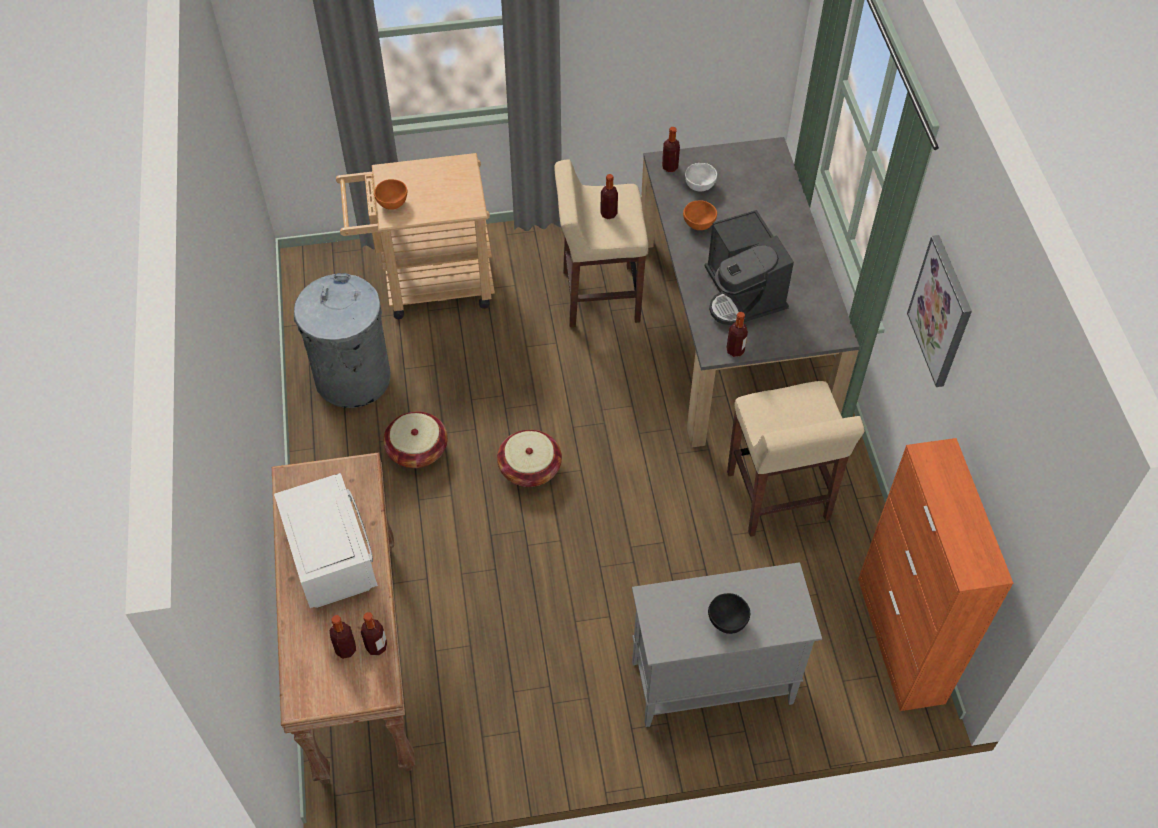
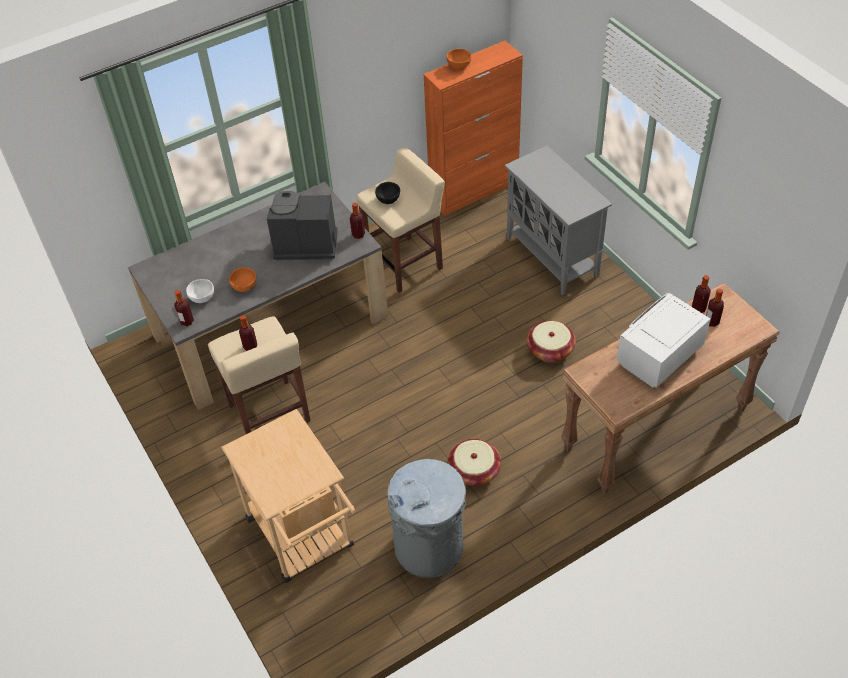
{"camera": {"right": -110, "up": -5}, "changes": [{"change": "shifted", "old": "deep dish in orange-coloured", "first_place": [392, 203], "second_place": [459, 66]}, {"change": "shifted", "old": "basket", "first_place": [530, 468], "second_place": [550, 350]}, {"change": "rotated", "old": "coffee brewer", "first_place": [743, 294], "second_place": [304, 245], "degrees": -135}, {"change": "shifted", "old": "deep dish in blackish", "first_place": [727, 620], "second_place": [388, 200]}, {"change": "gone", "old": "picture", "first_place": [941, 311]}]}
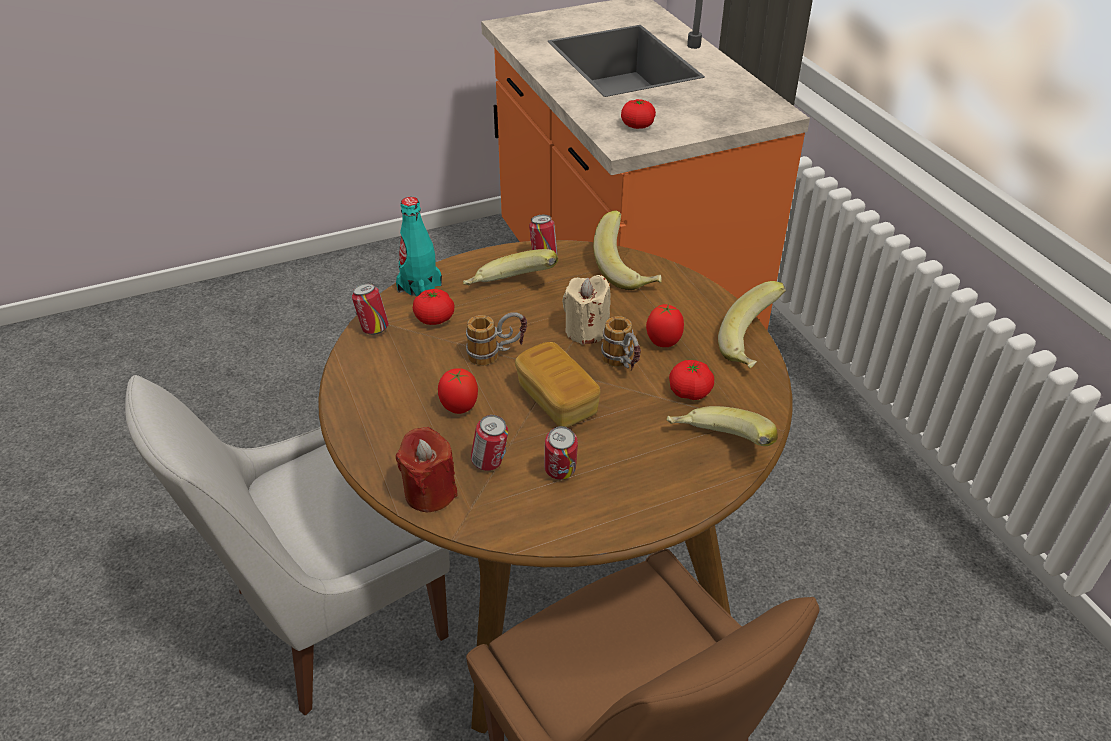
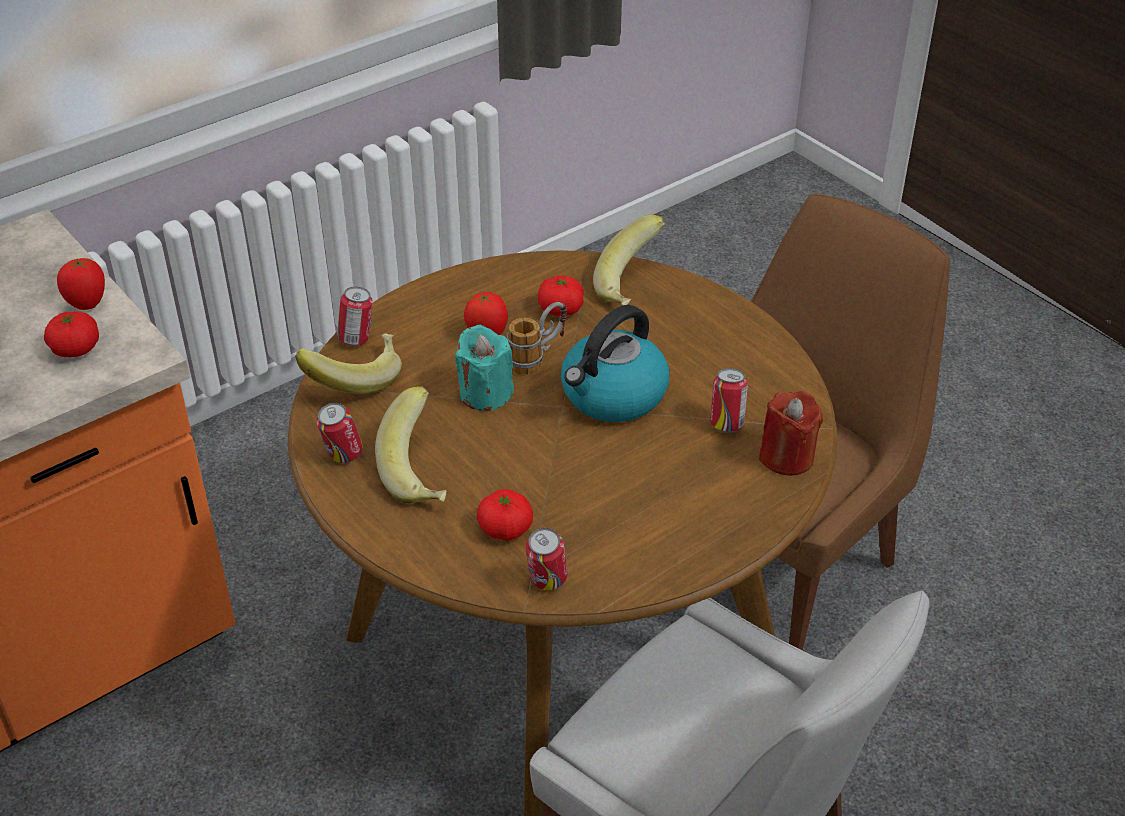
{"camera": {"right": -105, "up": 0}, "changes": [{"change": "gone", "old": "drink bottle in turquoise", "first_place": [419, 287]}, {"change": "shifted", "old": "tomato", "first_place": [459, 408], "second_place": [87, 304]}, {"change": "gone", "old": "coffee mug", "first_place": [497, 355]}, {"change": "swapped", "old": "baked bread", "new": "tea kettle", "first_place": [557, 400], "second_place": [613, 396]}, {"change": "shifted", "old": "metal can", "first_place": [560, 473], "second_place": [357, 340]}, {"change": "repainted", "old": "wax candle in beige-coloured", "new": "wax candle in turquoise", "first_place": [586, 330], "second_place": [485, 394]}, {"change": "gone", "old": "whole banana", "first_place": [753, 346]}]}
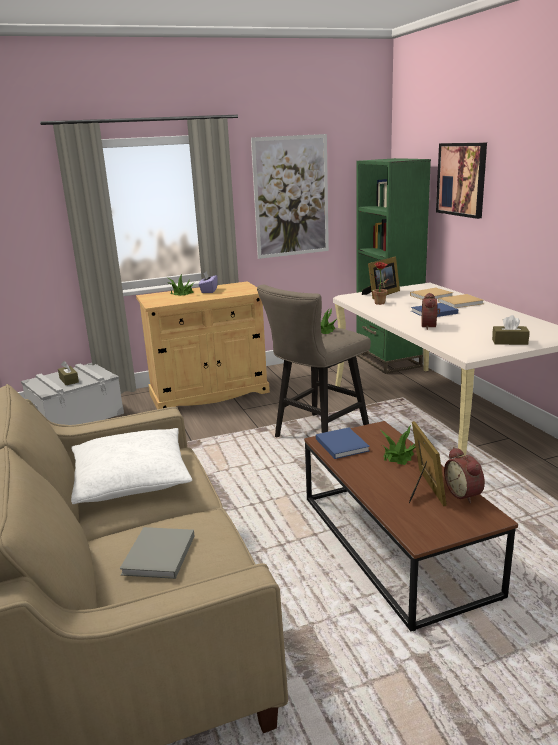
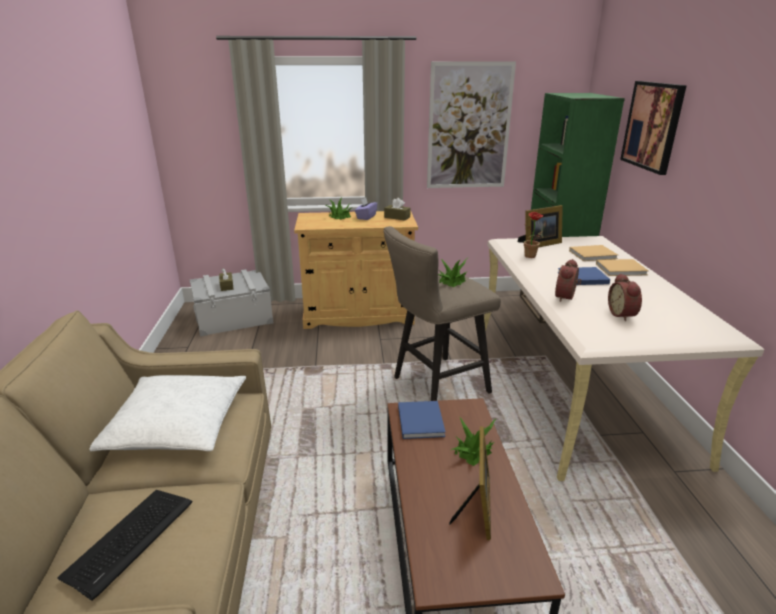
{"camera": {"right": 15, "up": 5}, "changes": [{"change": "swapped", "old": "bound book in greyish", "new": "keyboard", "first_place": [158, 556], "second_place": [130, 540]}, {"change": "shifted", "old": "alarm clock", "first_place": [464, 493], "second_place": [623, 314]}, {"change": "shifted", "old": "tissue holder in brown", "first_place": [509, 342], "second_place": [397, 217]}]}
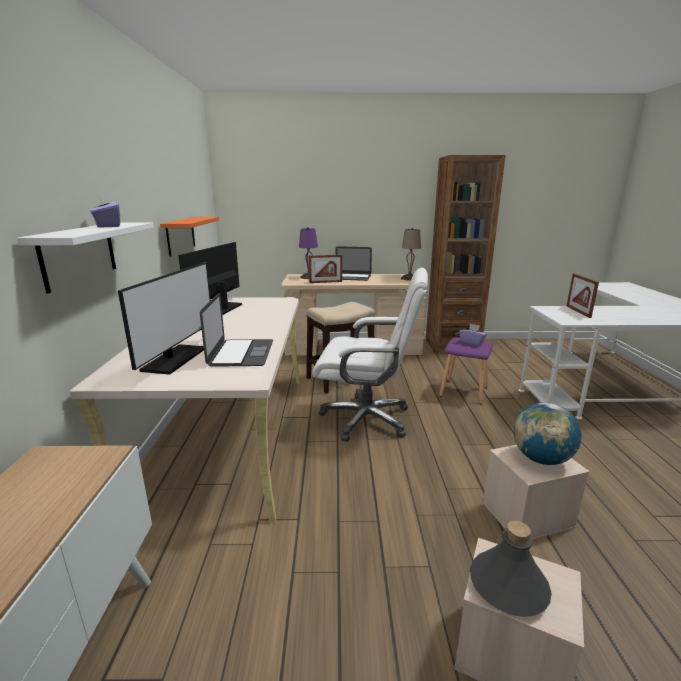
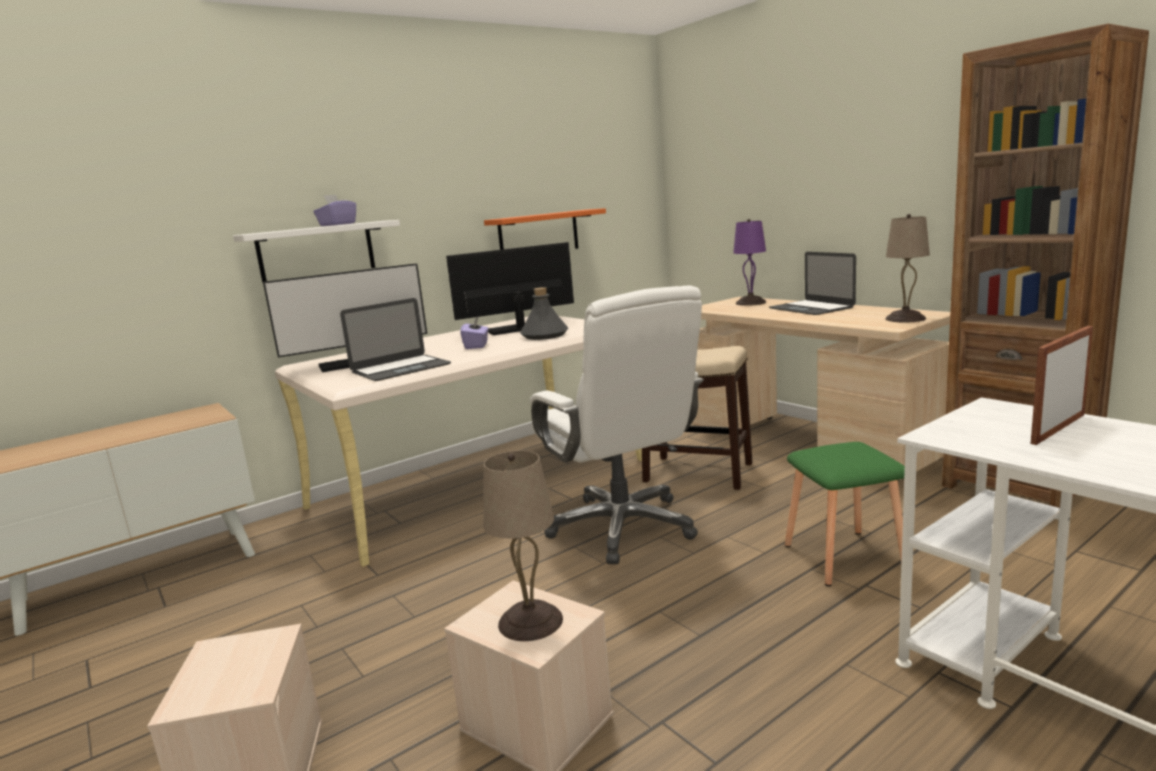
{"camera": {"right": 55, "up": -5}, "changes": [{"change": "gone", "old": "standing frame", "first_place": [325, 282]}, {"change": "repainted", "old": "stool in purple", "new": "stool in greenish", "first_place": [463, 391], "second_place": [845, 556]}, {"change": "shifted", "old": "tissue holder in purple", "first_place": [472, 342], "second_place": [477, 346]}, {"change": "shifted", "old": "drink bottle in greyish", "first_place": [507, 587], "second_place": [544, 335]}, {"change": "swapped", "old": "globe", "new": "lamp for a table in beige-coloured", "first_place": [541, 459], "second_place": [529, 621]}]}
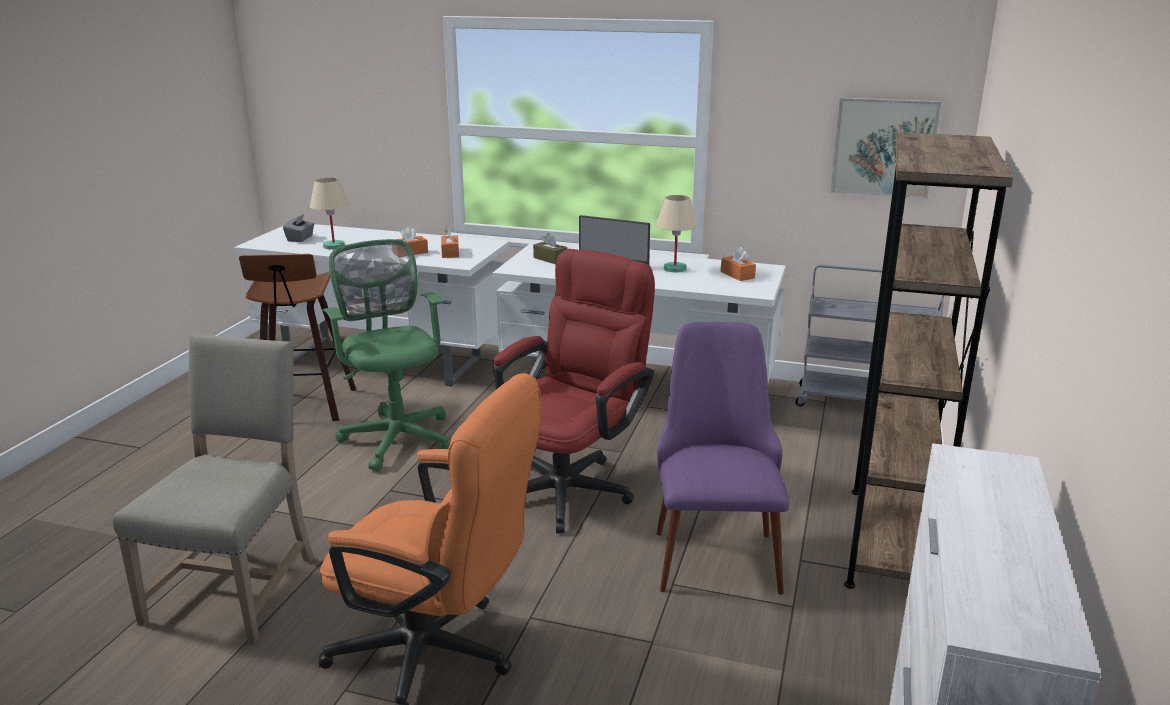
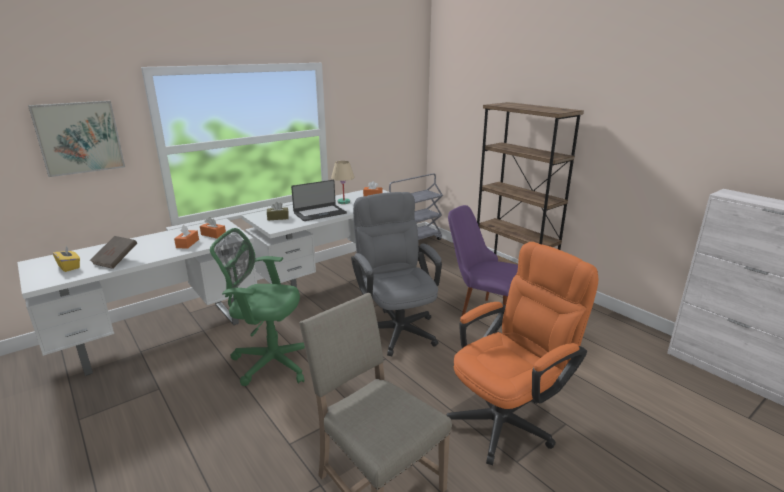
{"camera": {"right": -55, "up": 0}, "changes": [{"change": "gone", "old": "stool", "first_place": [305, 407]}, {"change": "repainted", "old": "tissue holder in greyish", "new": "tissue holder in yellowish", "first_place": [300, 238], "second_place": [69, 267]}, {"change": "swapped", "old": "lamp for a table in beige-coloured", "new": "bound book in brown", "first_place": [333, 246], "second_place": [116, 260]}, {"change": "repainted", "old": "office chair in reddish", "new": "office chair in greyish", "first_place": [571, 486], "second_place": [396, 327]}, {"change": "shifted", "old": "picture", "first_place": [884, 147], "second_place": [79, 138]}]}
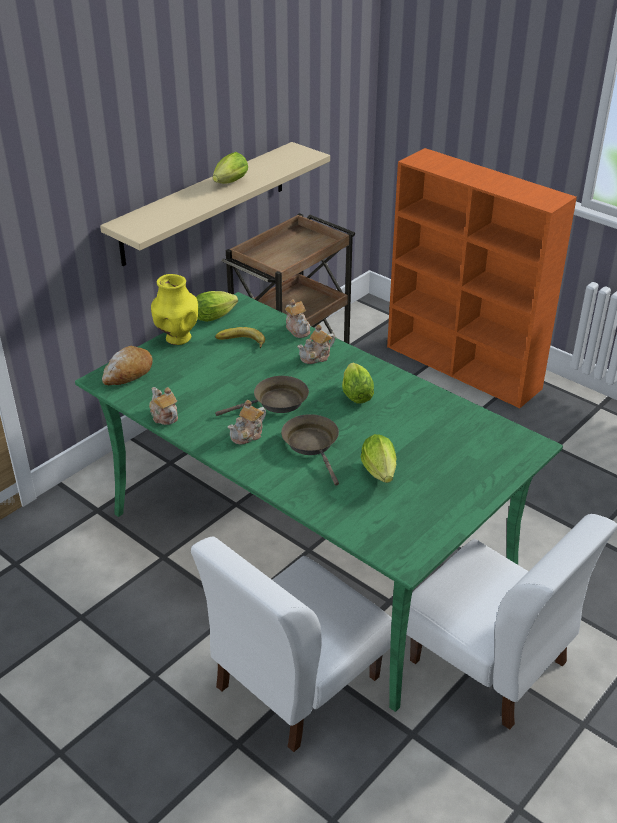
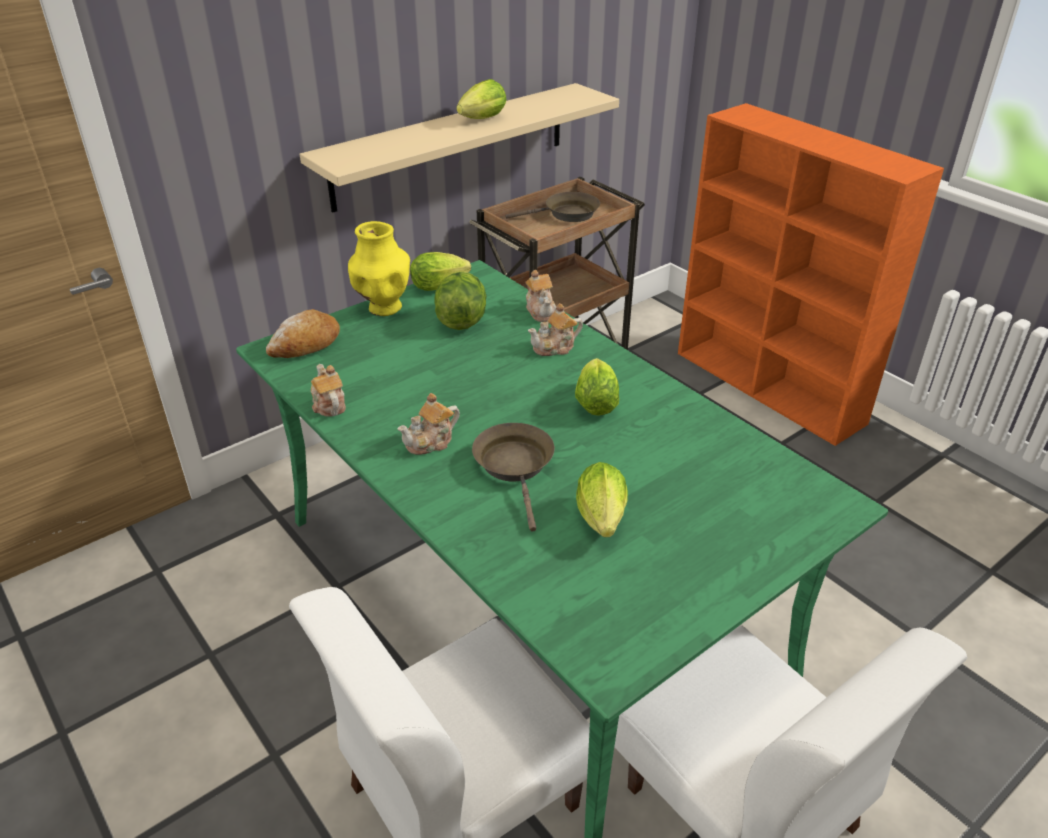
{"camera": {"right": 10, "up": 0}, "changes": [{"change": "swapped", "old": "whole banana", "new": "lettuce", "first_place": [240, 343], "second_place": [461, 321]}, {"change": "shifted", "old": "frying pan in brown", "first_place": [276, 402], "second_place": [567, 214]}]}
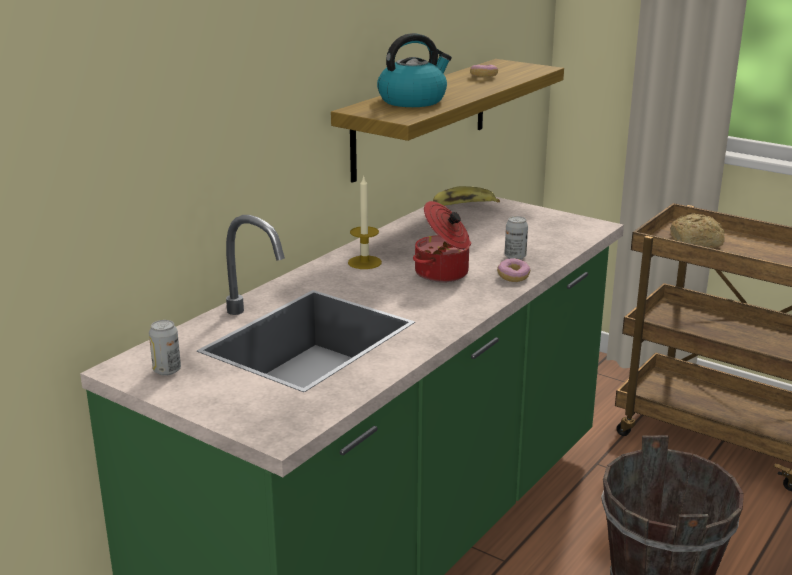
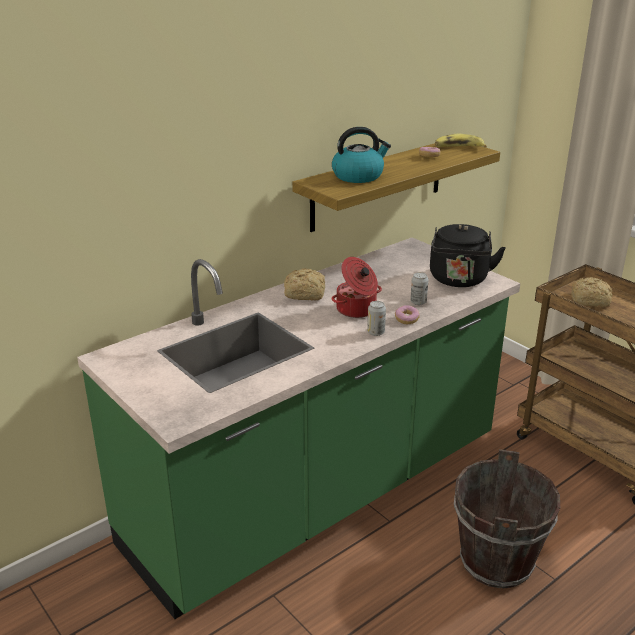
{"camera": {"right": 15, "up": 5}, "changes": [{"change": "shifted", "old": "metal can", "first_place": [167, 370], "second_place": [376, 332]}, {"change": "swapped", "old": "wax candle", "new": "baked bread", "first_place": [364, 262], "second_place": [306, 294]}, {"change": "shifted", "old": "whole banana", "first_place": [463, 206], "second_place": [458, 148]}, {"change": "new", "new": "tea kettle in blackish", "second_place": [459, 280]}]}
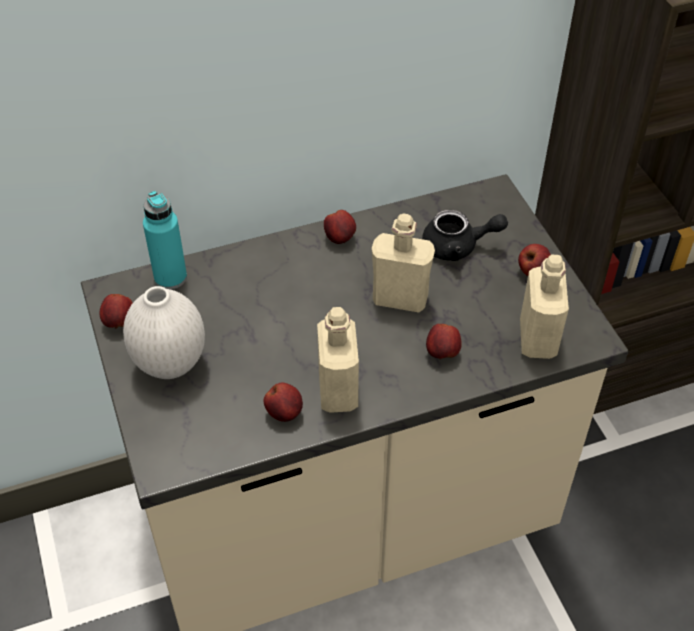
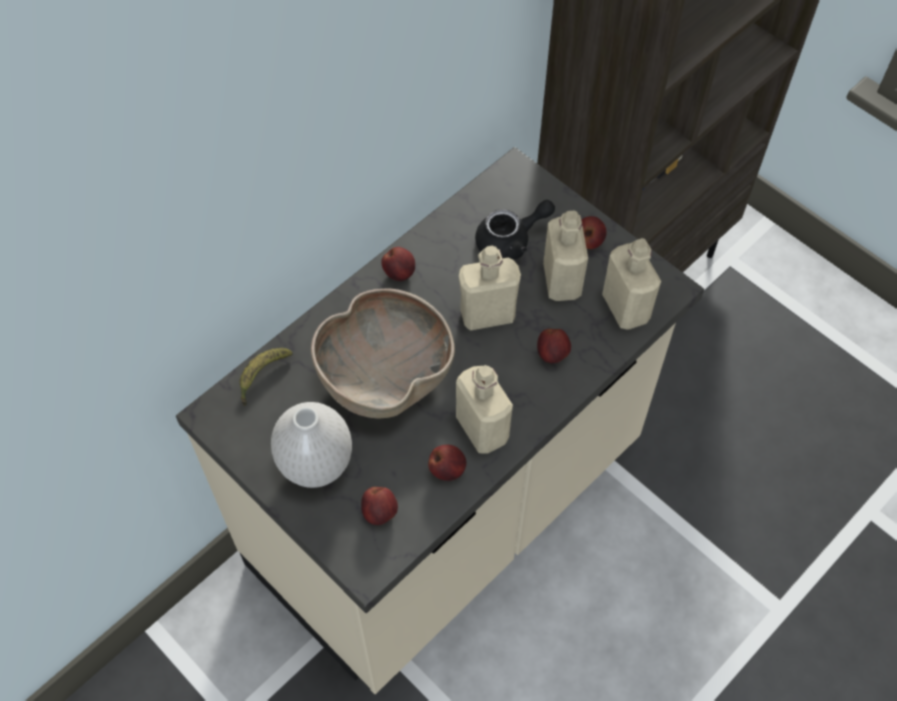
{"camera": {"right": -25, "up": 10}, "changes": [{"change": "shifted", "old": "apple", "first_place": [120, 323], "second_place": [380, 513]}, {"change": "swapped", "old": "drink bottle in turquoise", "new": "whole banana", "first_place": [170, 277], "second_place": [262, 376]}, {"change": "new", "new": "deep dish in brown", "second_place": [384, 375]}, {"change": "new", "new": "drink bottle in beige-coloured", "second_place": [561, 281]}]}
